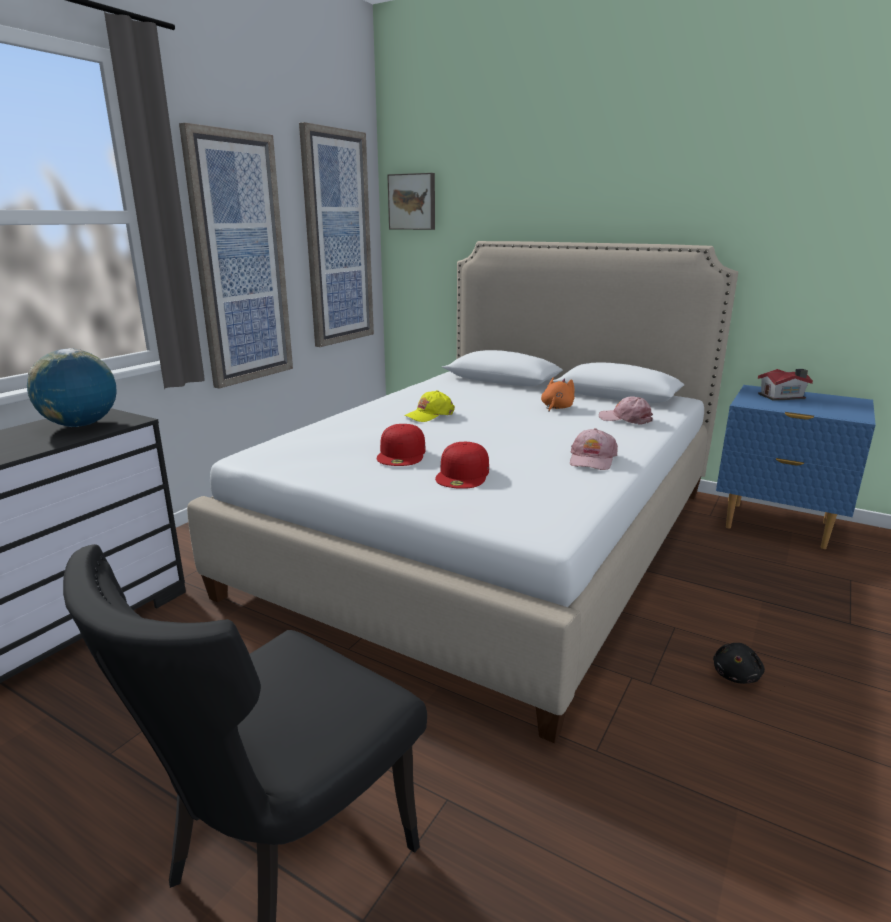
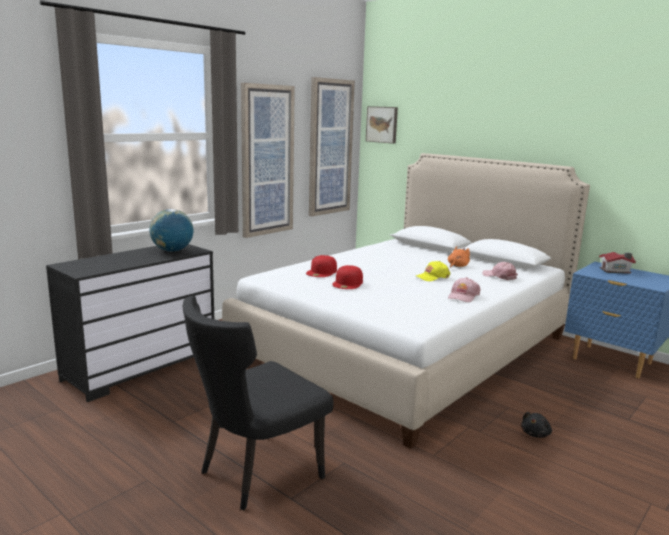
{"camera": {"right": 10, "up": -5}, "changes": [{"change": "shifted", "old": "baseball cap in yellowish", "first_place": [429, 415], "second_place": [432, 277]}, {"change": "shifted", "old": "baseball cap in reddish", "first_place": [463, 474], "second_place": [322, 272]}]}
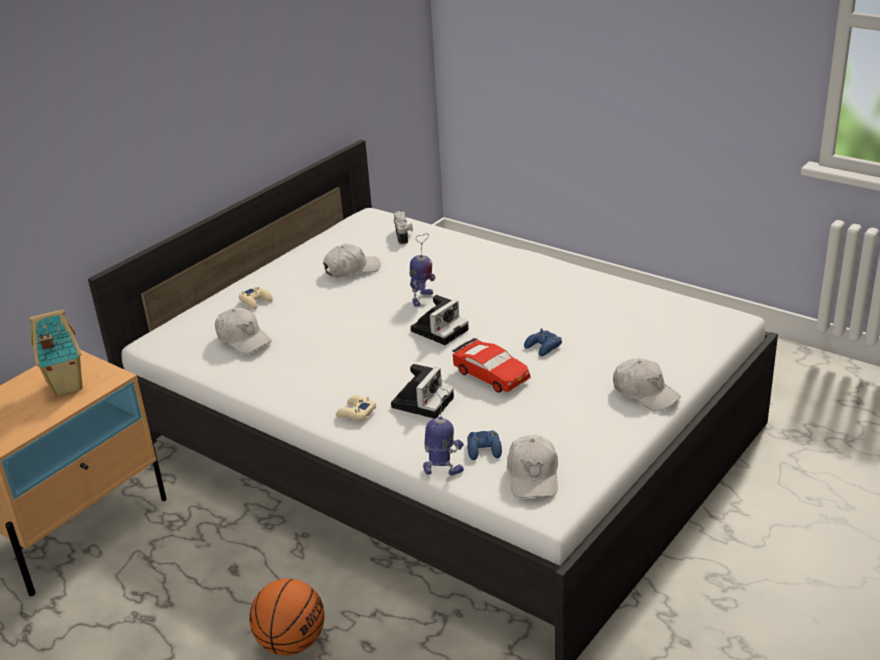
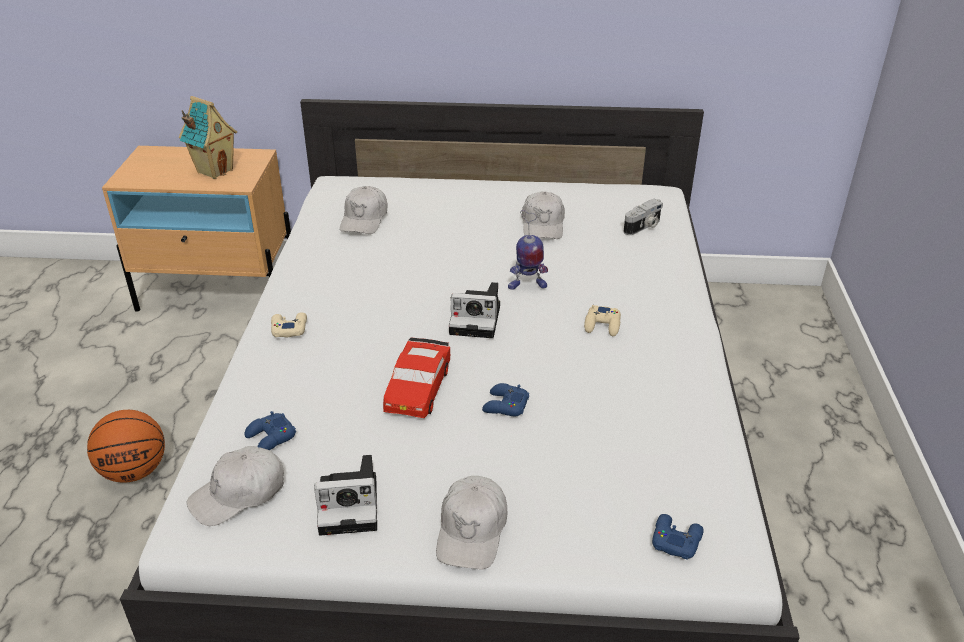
{"camera": {"right": 55, "up": 5}, "changes": [{"change": "shifted", "old": "joypad in beige-coloured", "first_place": [256, 301], "second_place": [602, 325]}, {"change": "rotated", "old": "baseball cap in whitish", "first_place": [351, 269], "second_place": [543, 225], "degrees": 60}, {"change": "shifted", "old": "still camera", "first_place": [422, 401], "second_place": [352, 504]}, {"change": "gone", "old": "model robot", "first_place": [443, 470]}, {"change": "new", "new": "joypad in blue", "second_place": [675, 540]}]}
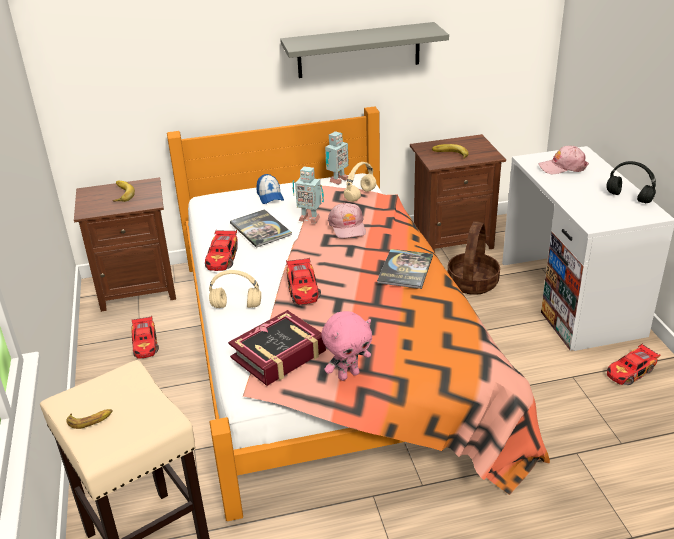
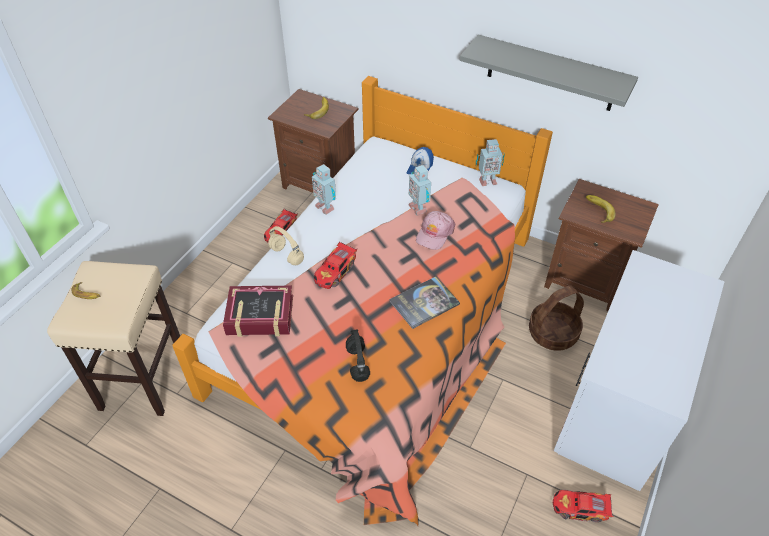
{"camera": {"right": 40, "up": 15}, "changes": [{"change": "swapped", "old": "model car", "new": "model robot", "first_place": [222, 258], "second_place": [325, 207]}, {"change": "gone", "old": "bound book", "first_place": [260, 229]}, {"change": "gone", "old": "plush toy in pink", "first_place": [348, 375]}, {"change": "gone", "old": "headphones in beige-coloured", "first_place": [360, 196]}, {"change": "gone", "old": "baseball cap in pink", "first_place": [563, 167]}, {"change": "shifted", "old": "headphones in blackish", "first_place": [628, 198], "second_place": [357, 363]}]}
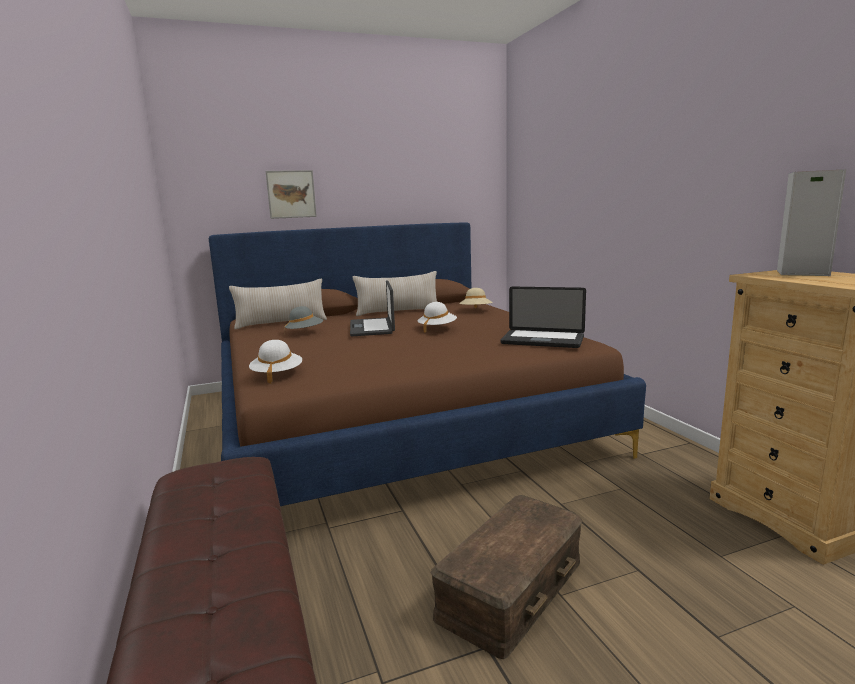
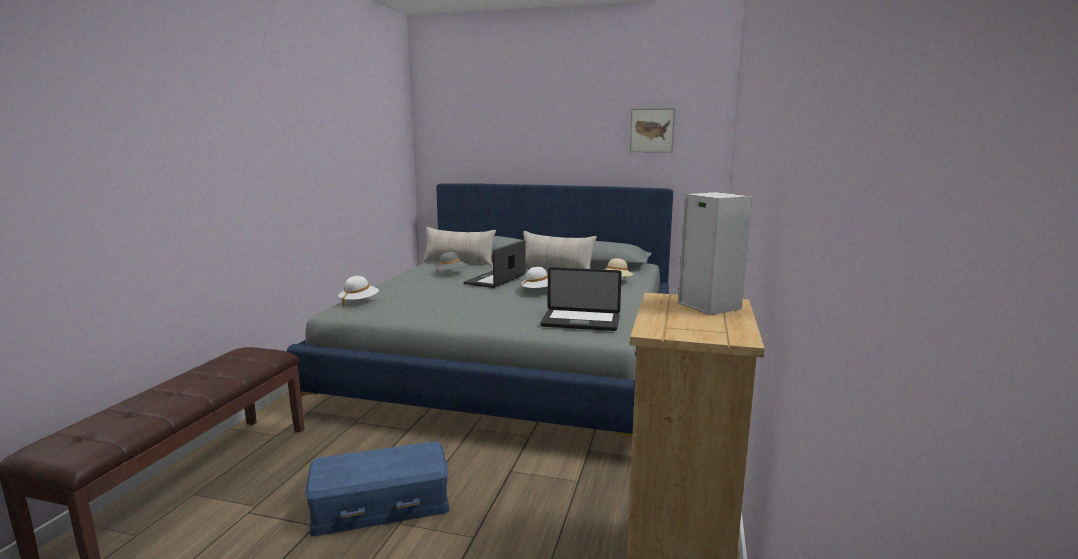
{"camera": {"right": 35, "up": 0}, "changes": [{"change": "repainted", "old": "sleeping bed in brown", "new": "sleeping bed in greyish", "first_place": [396, 419], "second_place": [515, 364]}, {"change": "shifted", "old": "picture", "first_place": [291, 194], "second_place": [652, 130]}, {"change": "repainted", "old": "storage box in brown", "new": "storage box in blue", "first_place": [510, 587], "second_place": [381, 503]}, {"change": "rotated", "old": "portable computer", "first_place": [542, 340], "second_place": [580, 321], "degrees": -45}]}
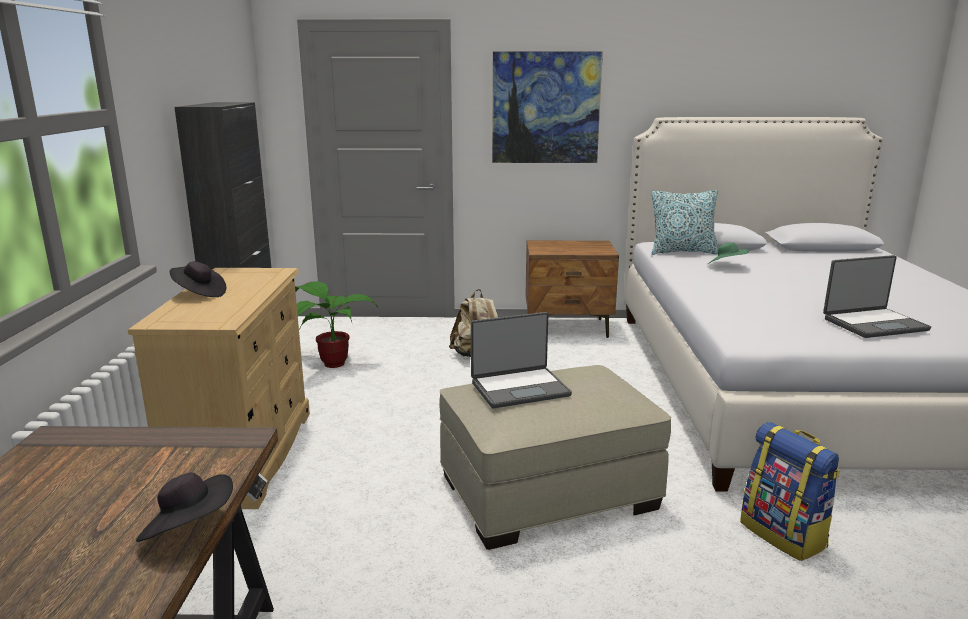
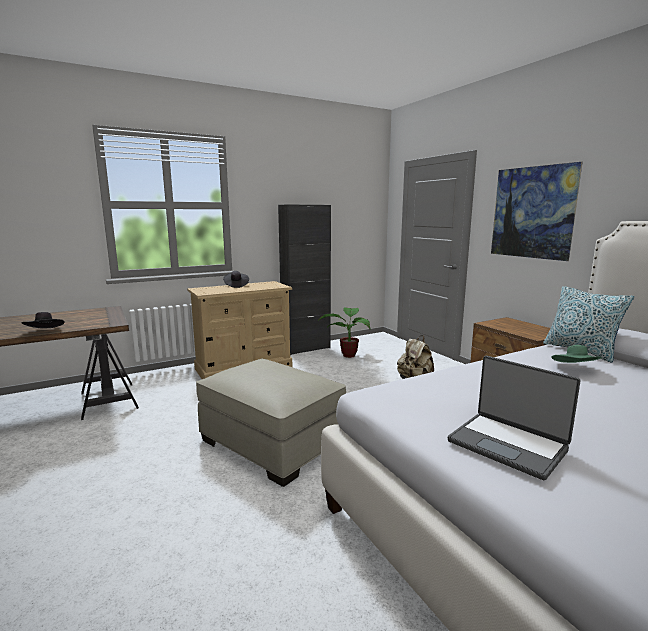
{"camera": {"right": 60, "up": -5}, "changes": [{"change": "gone", "old": "portable computer", "first_place": [519, 388]}, {"change": "gone", "old": "knapsack", "first_place": [784, 534]}]}
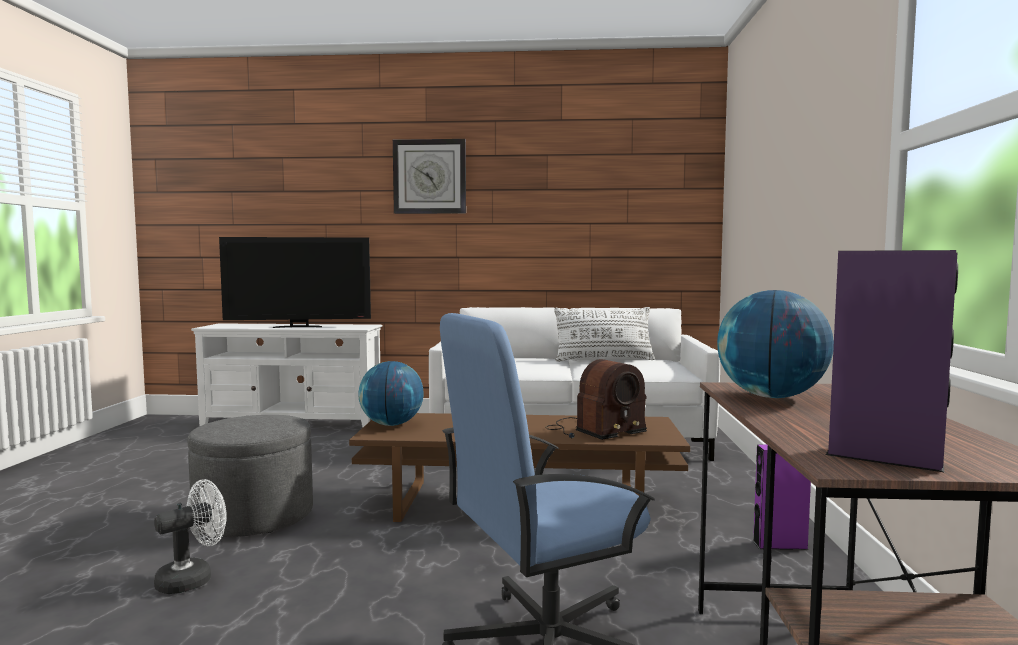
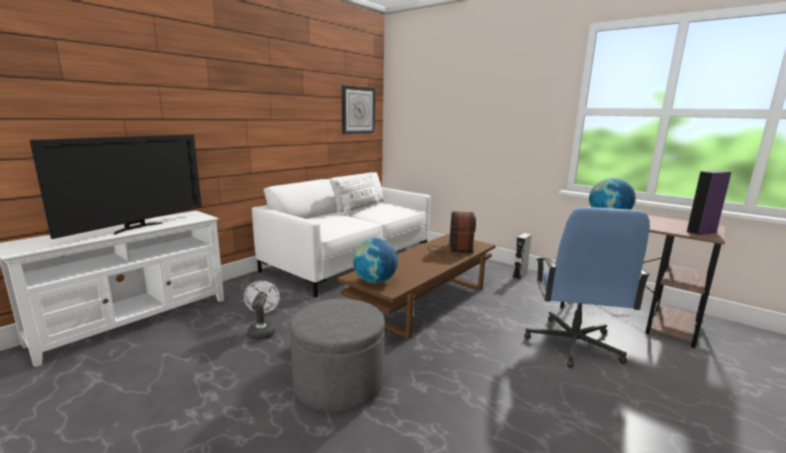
{"camera": {"right": -55, "up": 10}, "changes": [{"change": "shifted", "old": "cooling fan in whitish", "first_place": [193, 578], "second_place": [262, 331]}, {"change": "shifted", "old": "hanging clock", "first_place": [429, 177], "second_place": [358, 110]}, {"change": "repainted", "old": "audio speaker in purple", "new": "audio speaker in greyish", "first_place": [780, 545], "second_place": [519, 275]}]}
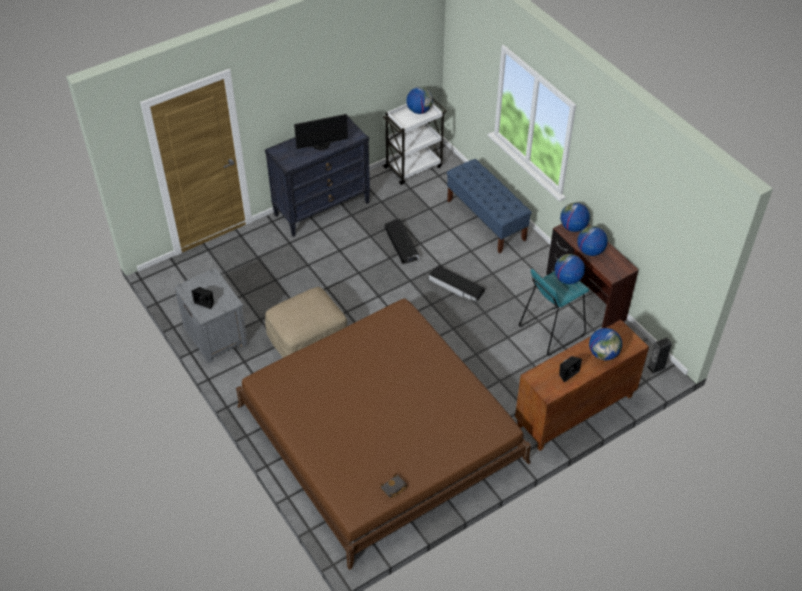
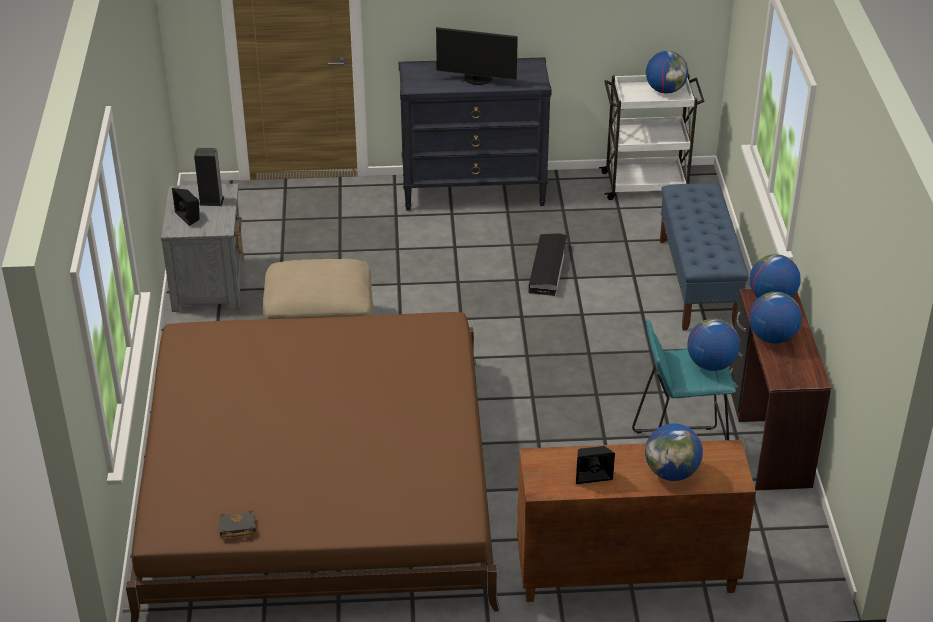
{"camera": {"right": 30, "up": -10}, "changes": [{"change": "gone", "old": "storage box in blackish", "first_place": [456, 286]}, {"change": "shifted", "old": "audio speaker", "first_place": [656, 367], "second_place": [211, 201]}]}
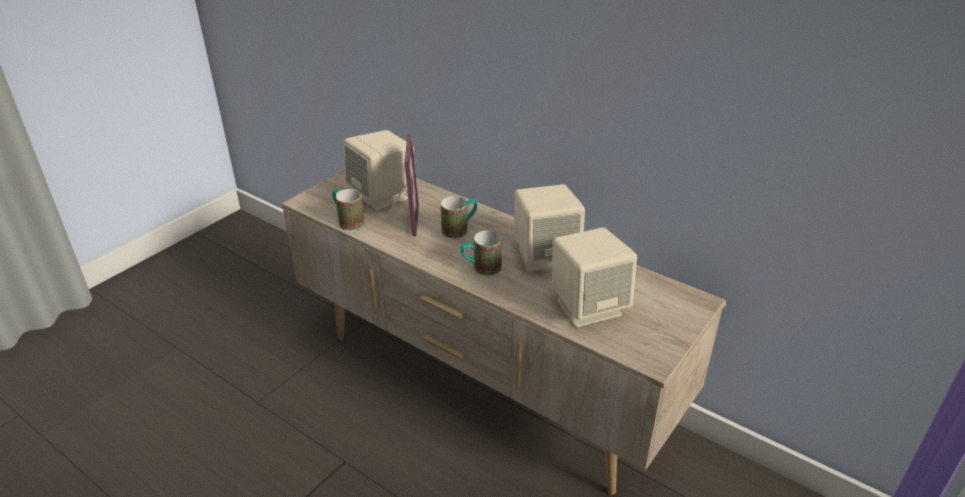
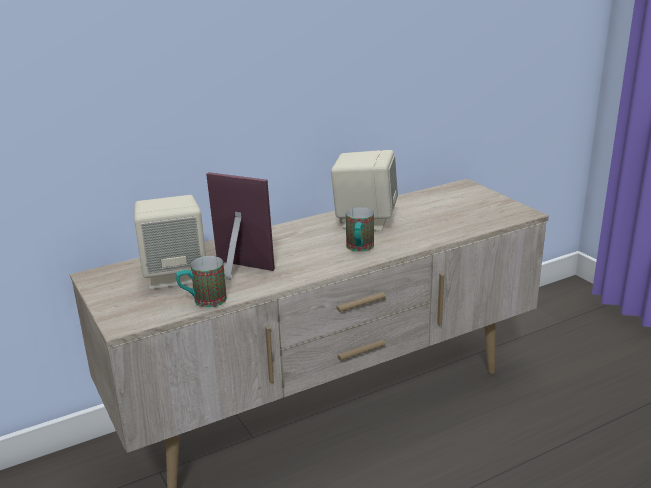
{"camera": {"right": -65, "up": -10}, "changes": [{"change": "gone", "old": "coffee mug", "first_place": [460, 229]}, {"change": "gone", "old": "audio speaker in beige-coloured", "first_place": [588, 307]}]}
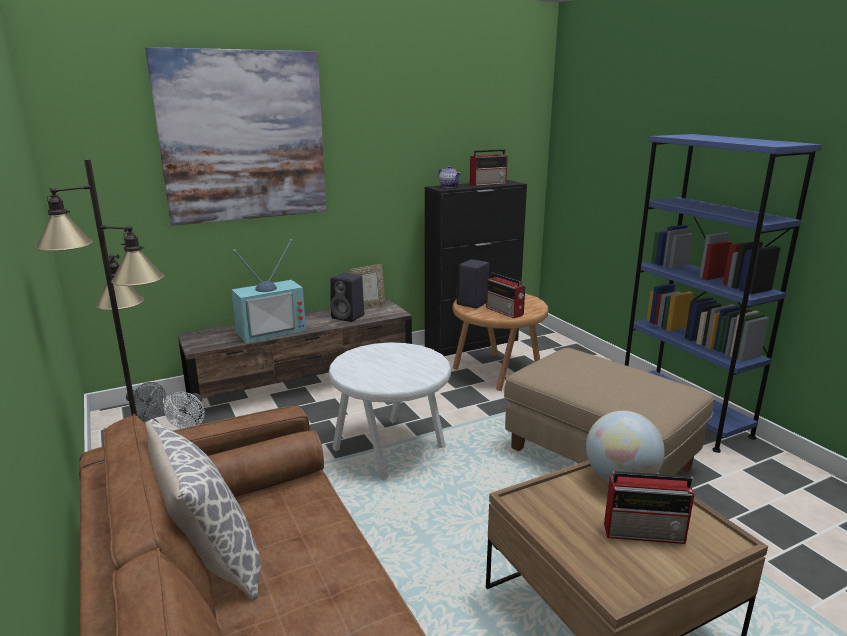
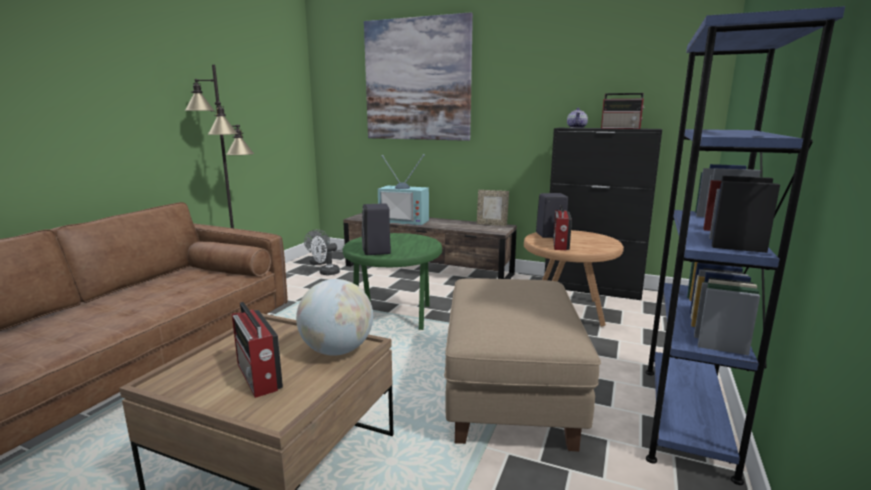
{"camera": {"right": 50, "up": -5}, "changes": [{"change": "gone", "old": "pillow", "first_place": [211, 562]}, {"change": "repainted", "old": "side table in whitish", "new": "side table in greenish", "first_place": [391, 448], "second_place": [394, 316]}, {"change": "shifted", "old": "audio speaker in blackish", "first_place": [349, 317], "second_place": [377, 251]}]}
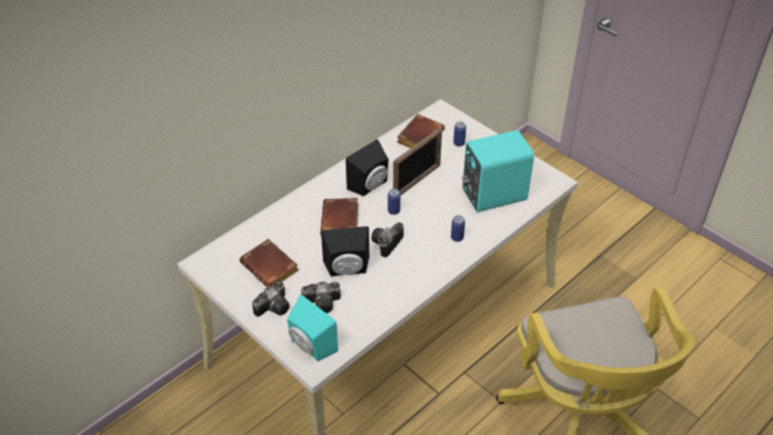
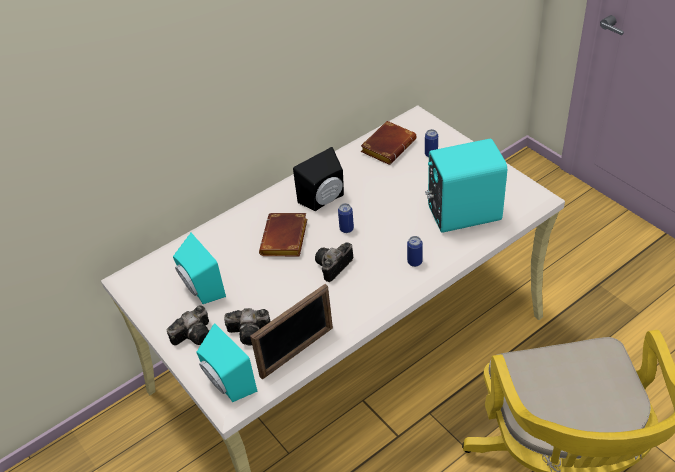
{"camera": {"right": 10, "up": 0}, "changes": [{"change": "swapped", "old": "bound book in brown", "new": "audio speaker in turquoise", "first_place": [271, 268], "second_place": [200, 289]}, {"change": "gone", "old": "audio speaker in blackish", "first_place": [347, 270]}, {"change": "shifted", "old": "standing frame", "first_place": [417, 181], "second_place": [297, 352]}]}
